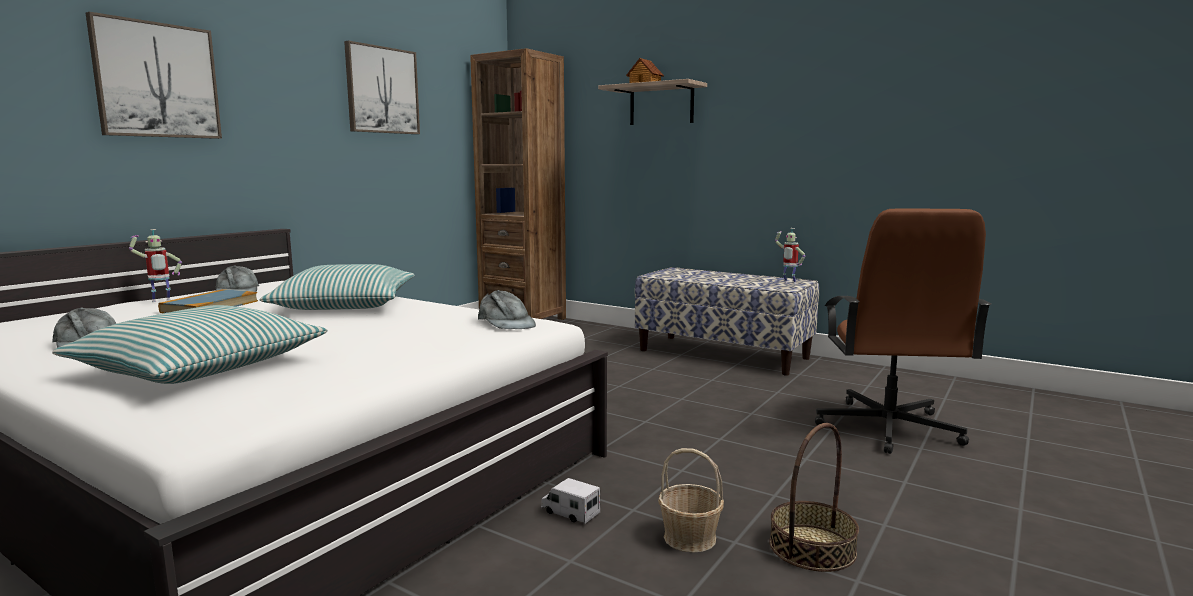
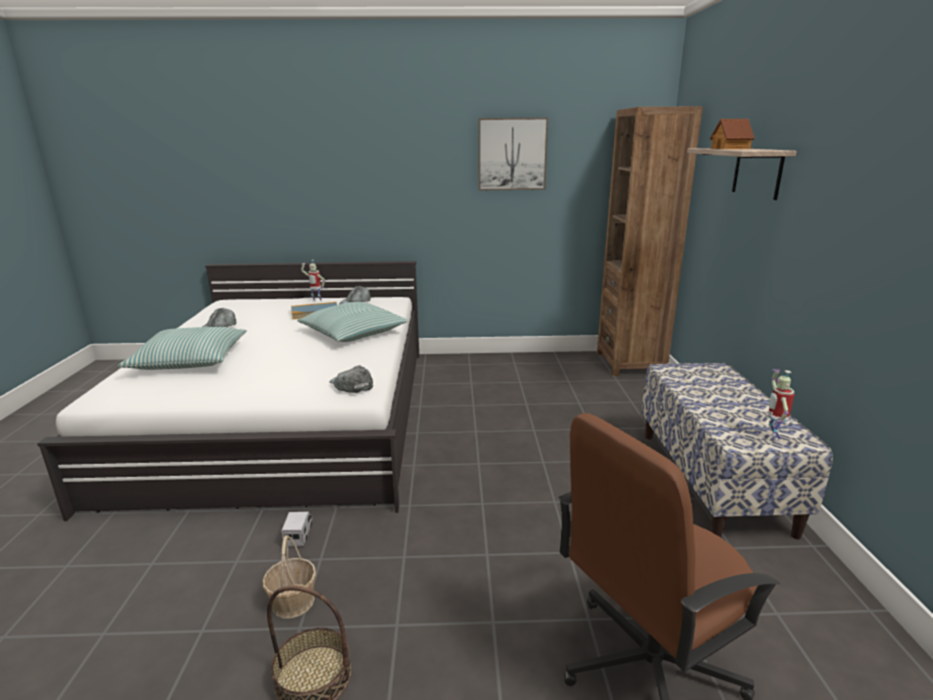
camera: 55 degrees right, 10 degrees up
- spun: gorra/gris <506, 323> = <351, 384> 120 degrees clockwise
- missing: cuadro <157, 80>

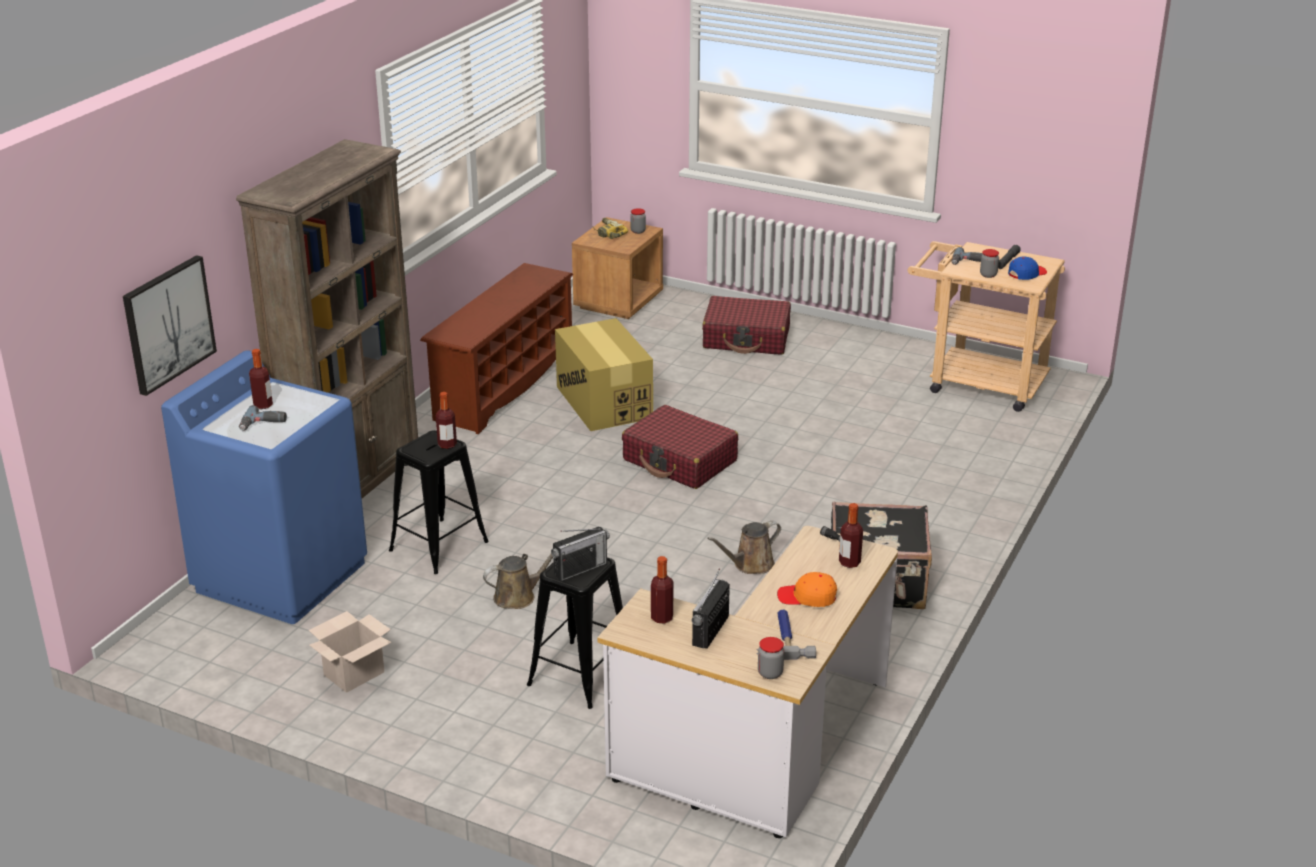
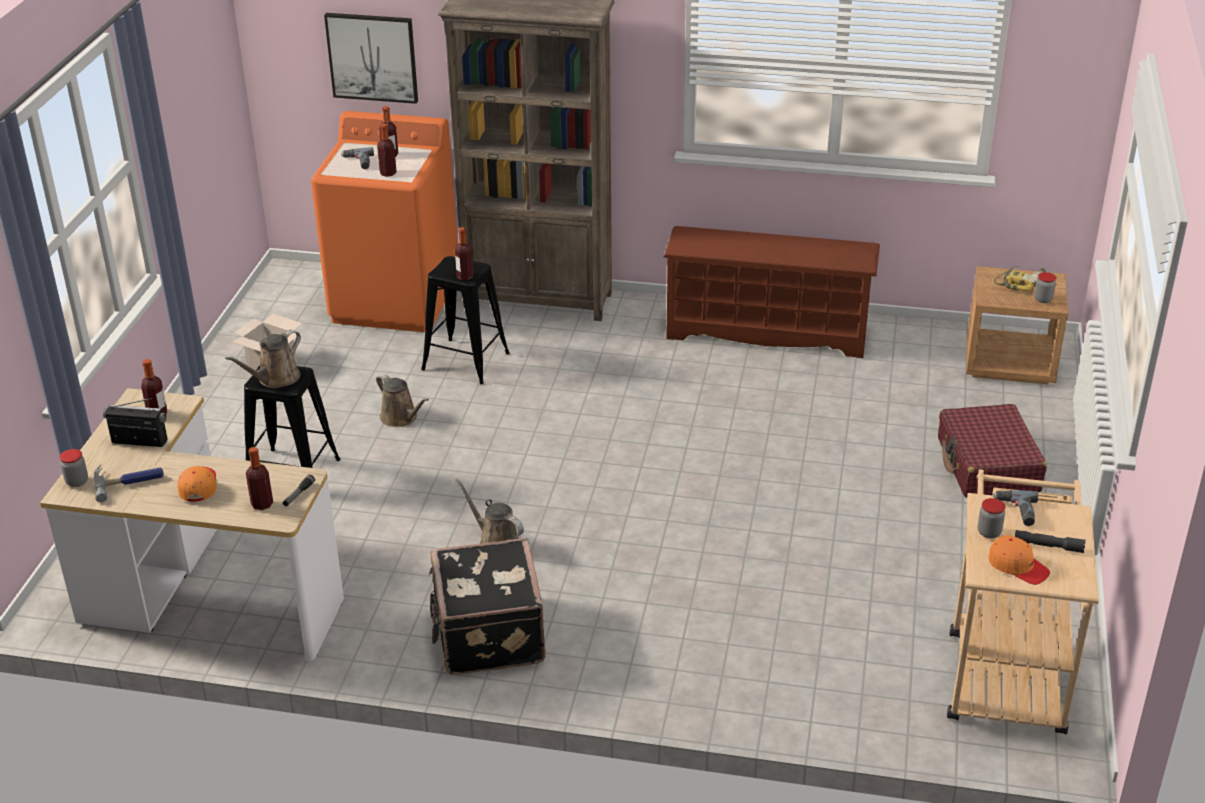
camera: 75 degrees right, 5 degrees up
- exchanged: radio <580, 569> to regadera/marrón <275, 379>
- colour: lavadora/azul <282, 576> to lavadora/naranja <396, 301>
- appeared: botella <388, 173>
- colour: gorra/azul <1026, 274> to gorra/naranja <1017, 566>
- missing: caja de cartón <604, 402>
- missing: maleta/rojo <680, 461>

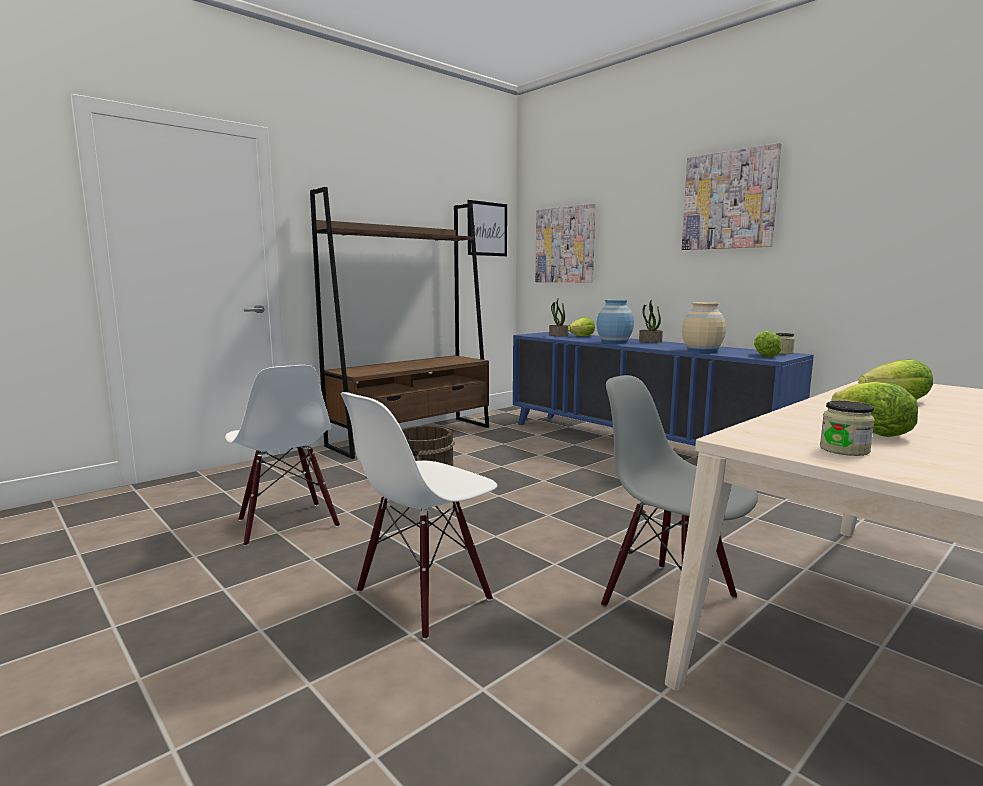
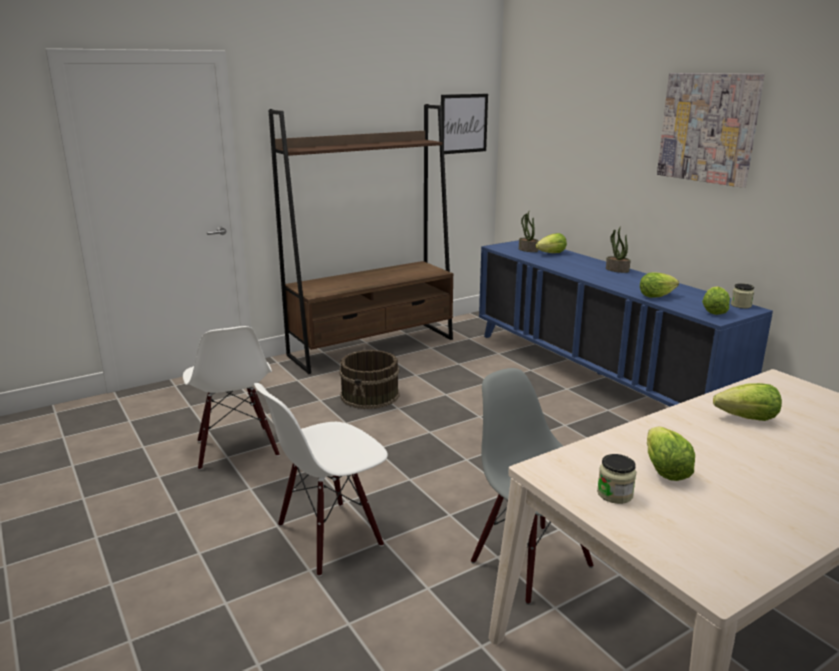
camera: 10 degrees right, 10 degrees up
- exchanged: florero/beis <702, 351> to lechuga <655, 296>
- missing: cuadro <565, 245>
- missing: florero/azul <614, 342>

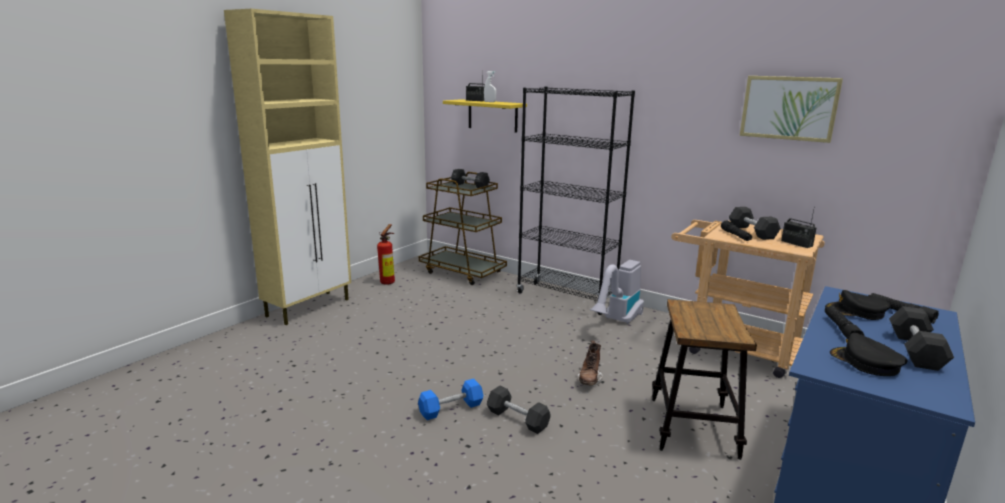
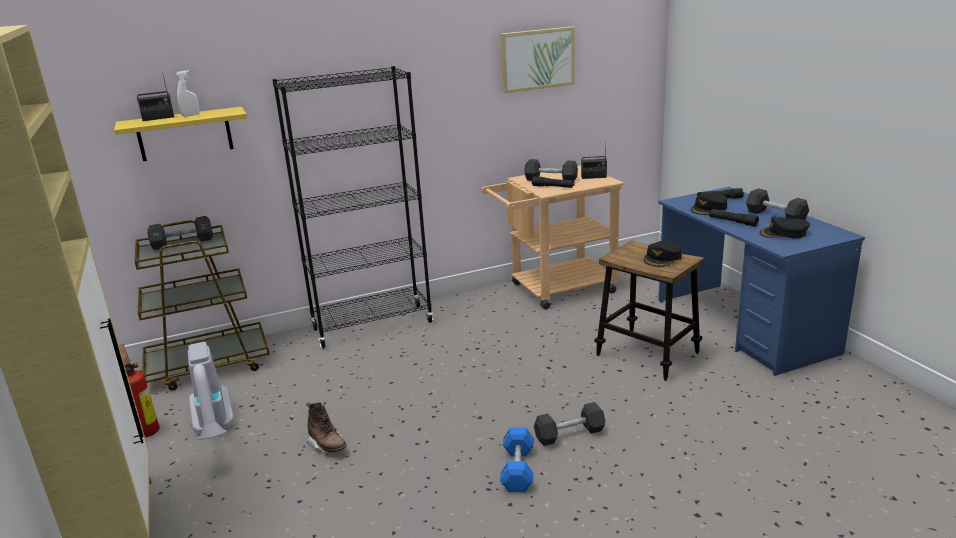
camera: 55 degrees left, 5 degrees up
- relocated: aspiradora <617, 321> to <216, 431>
- relocated: bota/marrón <589, 380> to <328, 445>
- appeared: gorra/negro <662, 258>

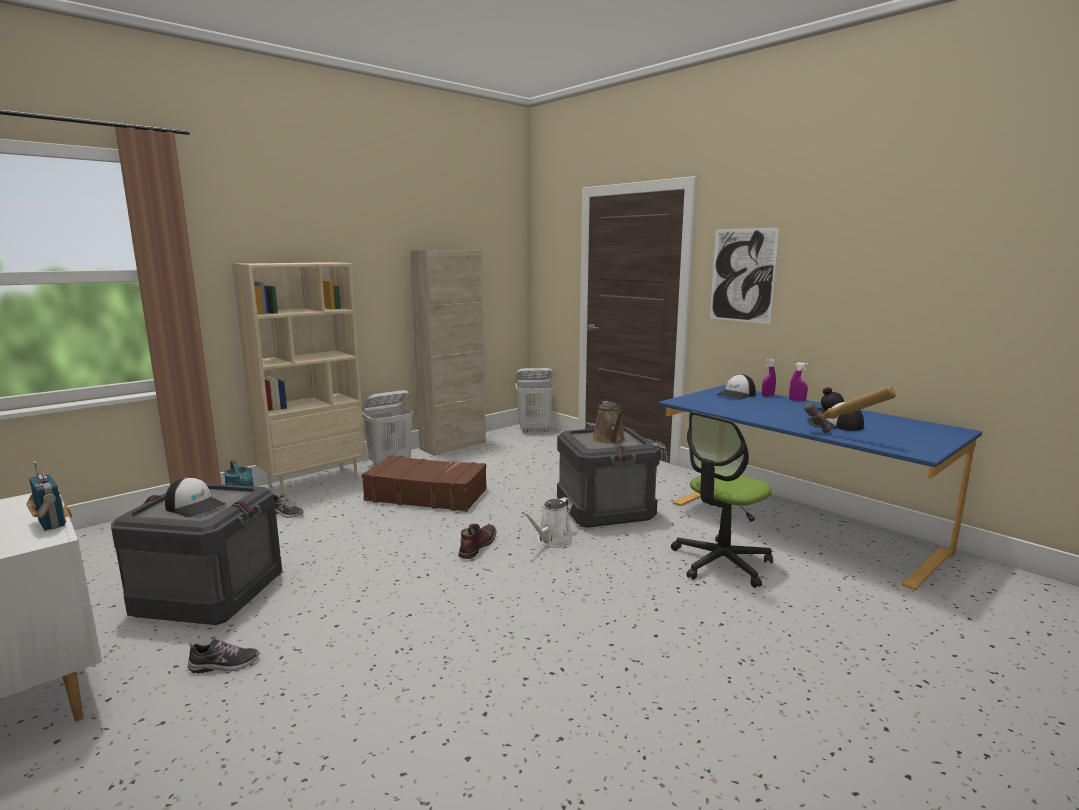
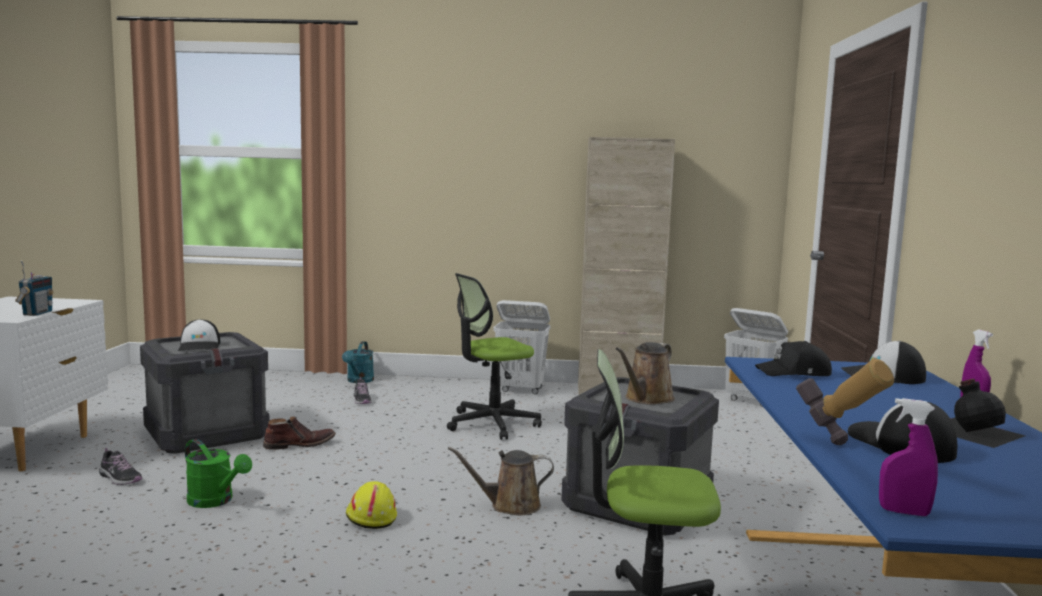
camera: 45 degrees right, 5 degrees down
- appeared: regadera/verde <215, 501>
- relocated: bota/marrón <477, 546> to <299, 444>
- appeared: casco/amarillo <370, 517>
- exchanged: maleta/marrón <426, 495> to silla de oficina <492, 424>
- colour: regadera/blanco <552, 540> to regadera/marrón <510, 506>
- appeared: gorra/negro <794, 373>
- relocated: pulverizador/morado <767, 396> to <904, 512>
- missing: estantería/beis <314, 482>
- missing: cuadro <742, 275>

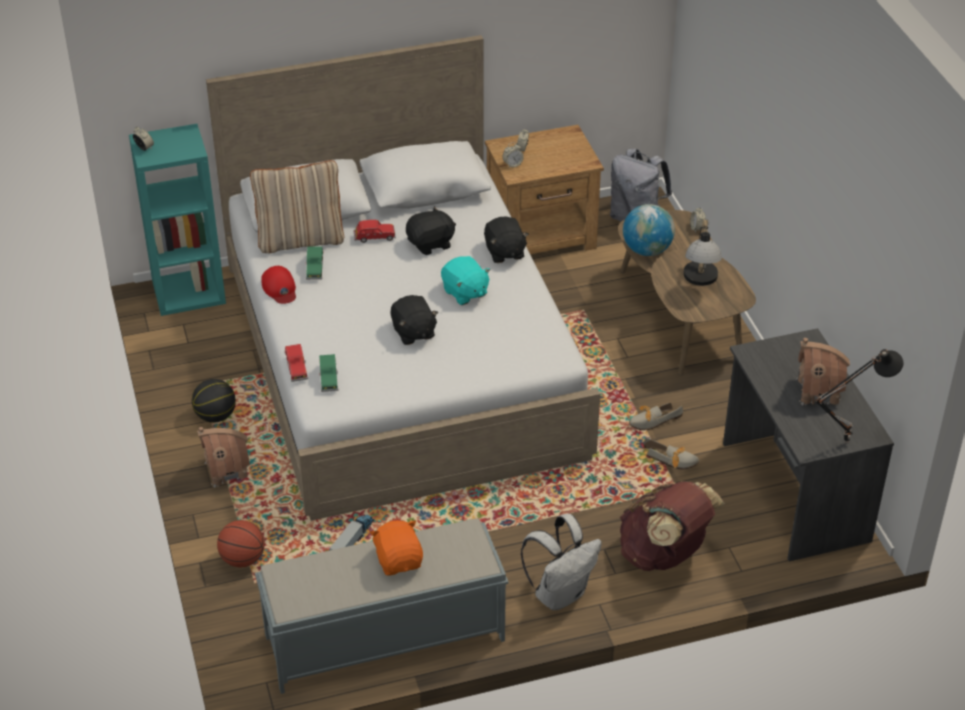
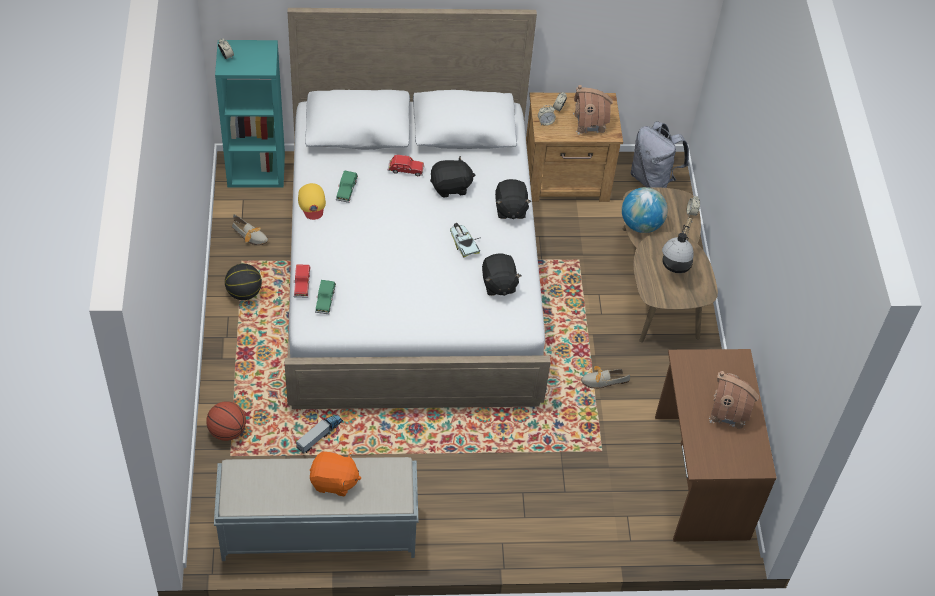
camera: 10 degrees right, 10 degrees up
- relocated: zapato <673, 460> to <251, 236>
- colour: gorra/rojo <280, 288> to gorra/amarillo <312, 203>
- spun: peluche/naranja <399, 560> = <334, 482> 105 degrees clockwise
- exchanged: peluche/turquesa <465, 292> to coche de juguete <464, 242>
- relocated: peluche/negro <413, 332> to <498, 284>
- relocated: casita <226, 470> to <589, 123>
- colour: escritorio/gris <793, 492> to escritorio/marrón <699, 477>
- missing: cojín/beis <300, 239>
- missing: mochila/blanco <560, 593>
- missing: mochila/marrón <664, 554>
- missing: lámpara de mesa/negro <846, 440>

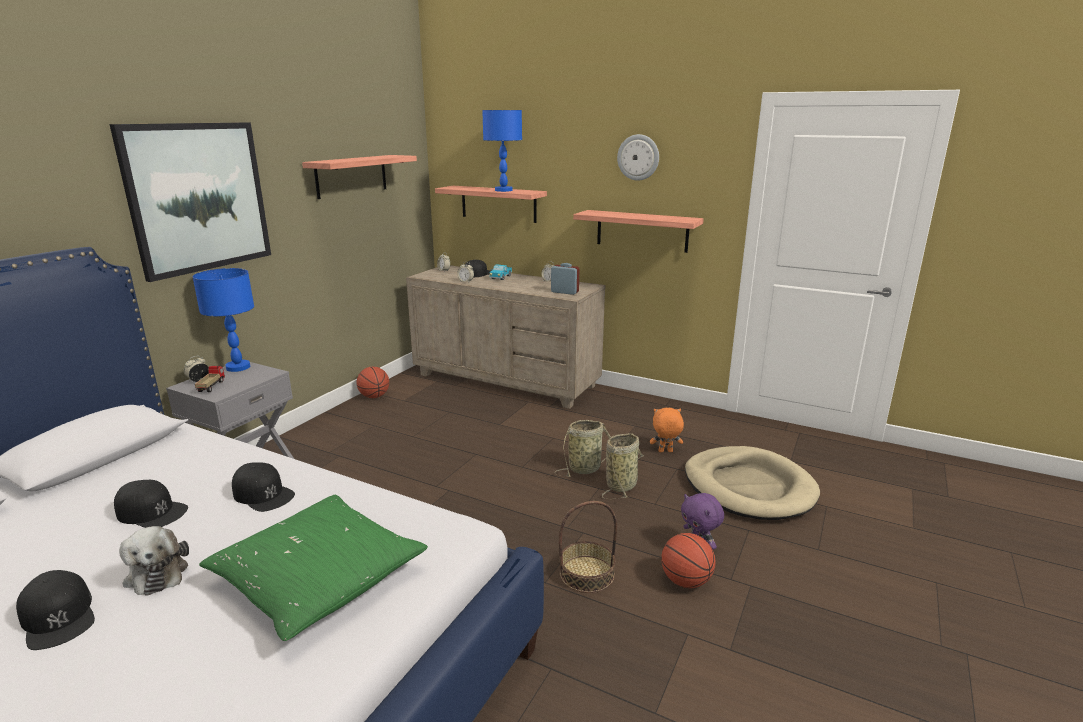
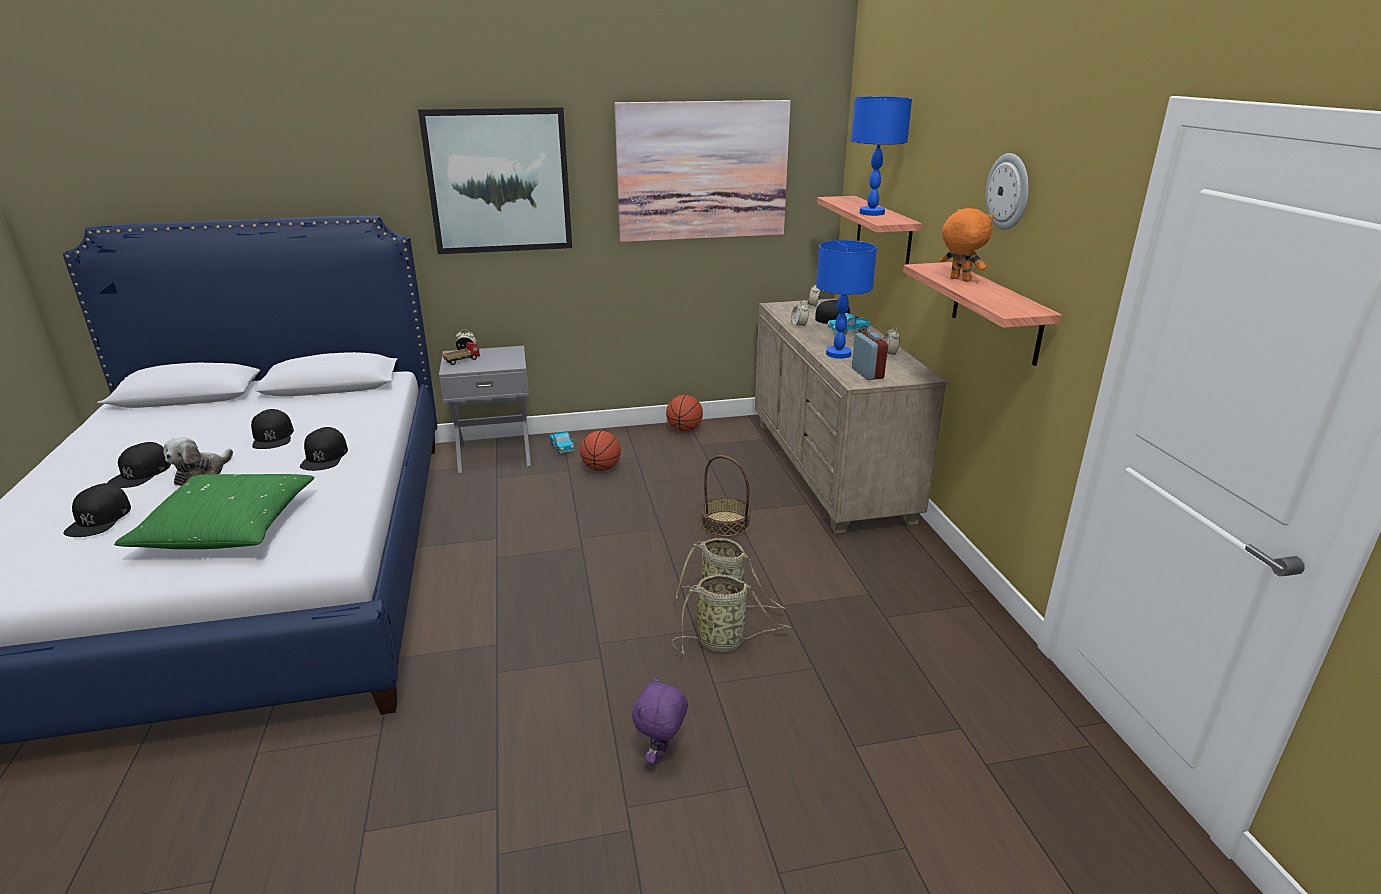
camera: 50 degrees right, 5 degrees up
- appeared: gorra/negro <99, 518>
- appeared: camión de juguete <562, 448>
- relocated: balón de baloncesto <685, 581> to <601, 468>
- exchanged: estante <351, 176> to cuadro <702, 171>
- relocated: cesta <587, 574> to <725, 523>
- relocated: lámpara de mesa/azul <238, 367> to <838, 354>
- relocated: peluche/naranja <665, 452> to <959, 280>
- missing: cama para perro/beis <748, 487>

